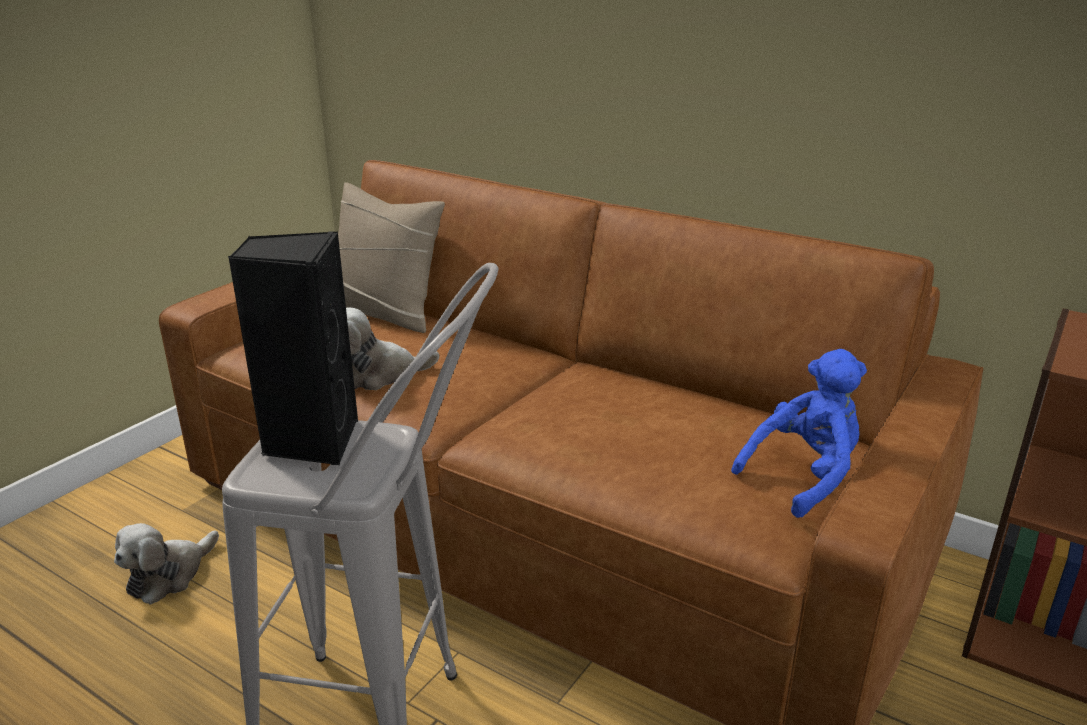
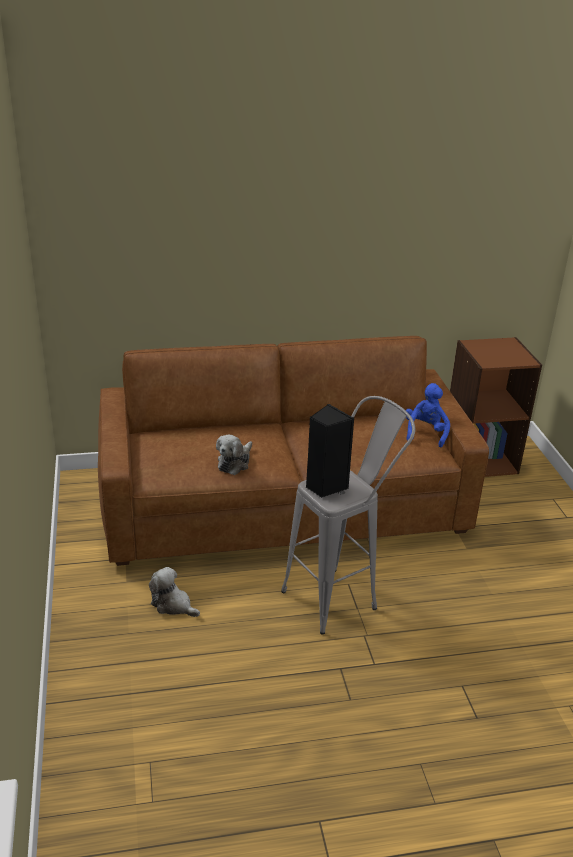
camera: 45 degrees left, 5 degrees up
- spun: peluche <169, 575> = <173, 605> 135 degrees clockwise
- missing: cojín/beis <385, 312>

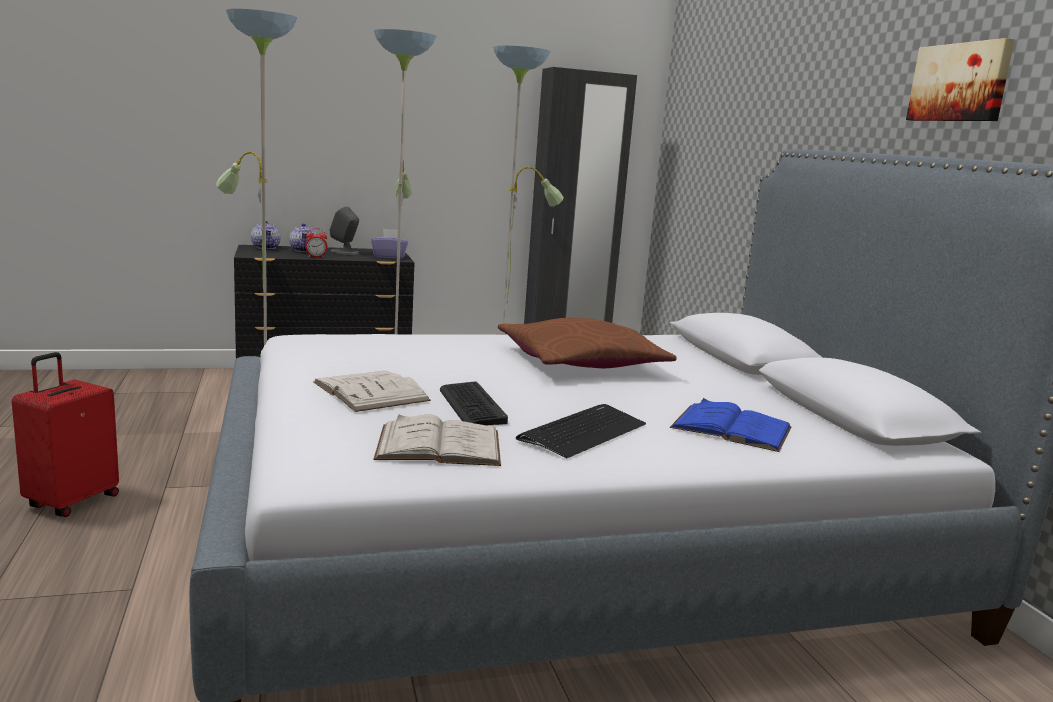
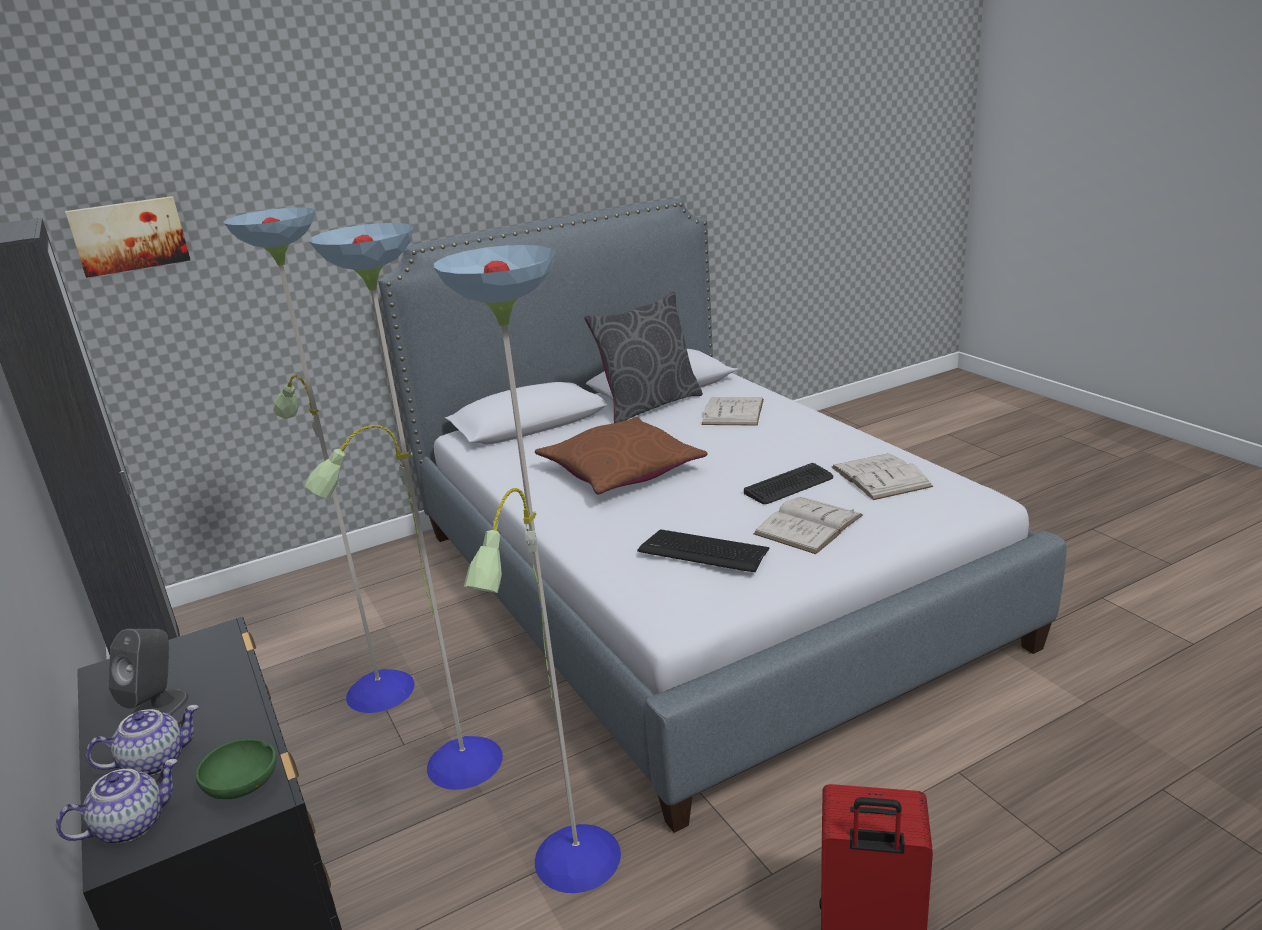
camera: 100 degrees left, 10 degrees up
- relocated: cuadro <960, 82> to <129, 235>
- appeared: cuenco/verde <245, 787>
- appeared: cojín/gris <649, 405>
- relocated: teclado <583, 432> to <703, 552>
- colour: libro/azul <731, 427> to libro/blanco <733, 412>
- missing: despertador <316, 257>
- missing: caja de pañuelos/morado <389, 257>

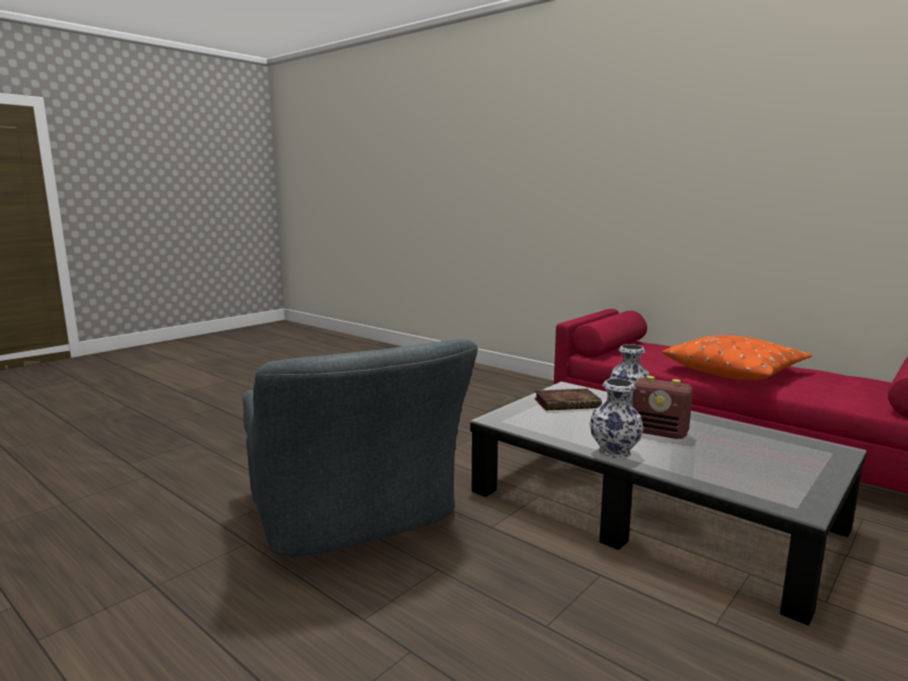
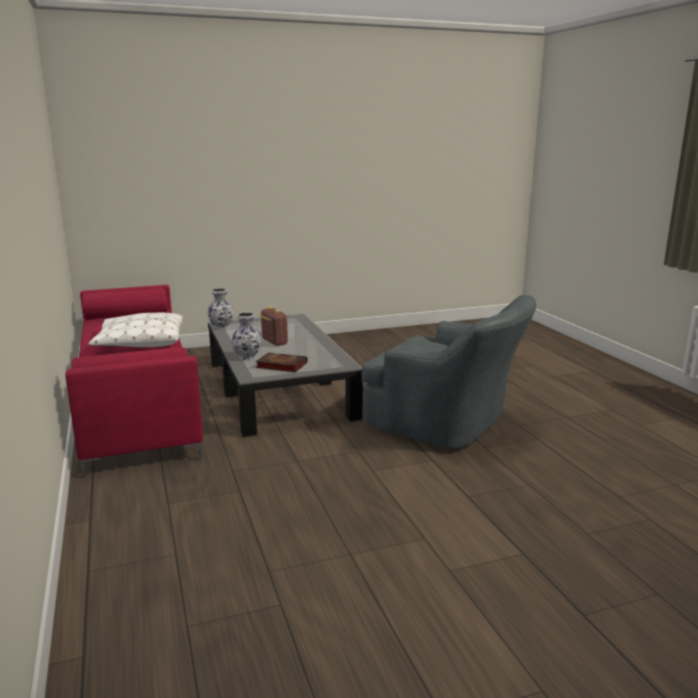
camera: 150 degrees left, 5 degrees up
- colour: cojín/naranja <734, 370> to cojín/blanco <140, 343>
- relocated: florero <615, 453> to <221, 327>
- spun: sillón/gris <355, 516> = <448, 423> 120 degrees clockwise

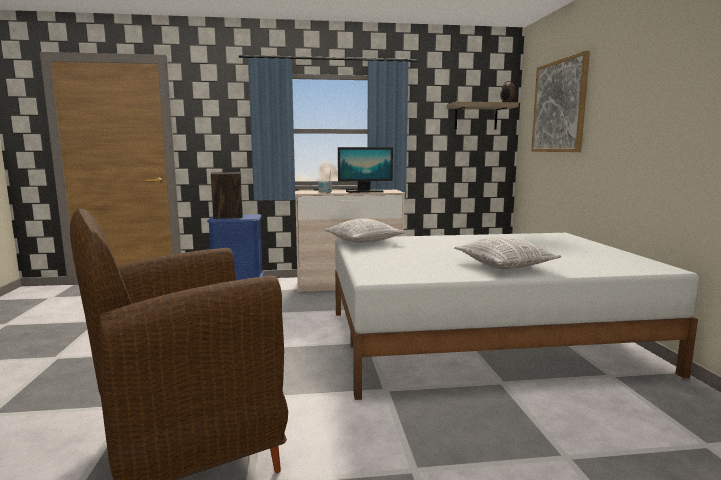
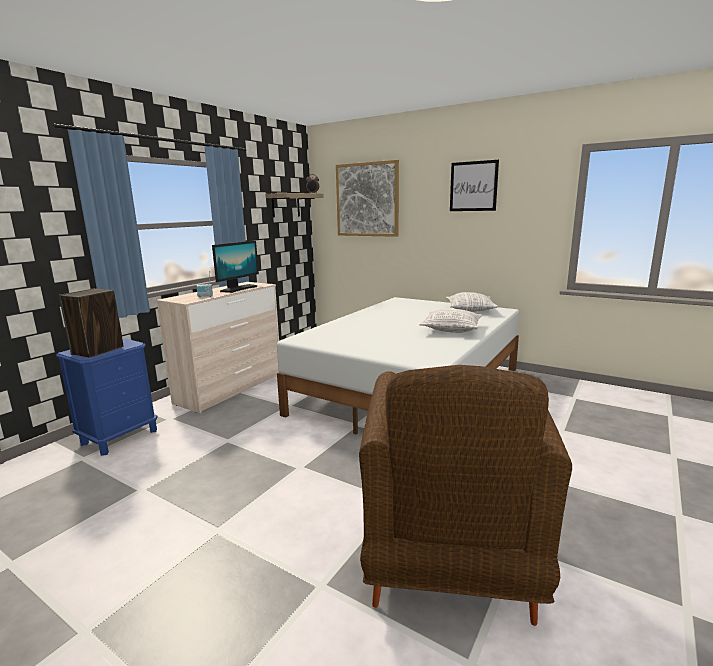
camera: 50 degrees left, 5 degrees up
- relocated: cojín <363, 241> to <470, 310>
- appeared: cuadro <473, 186>

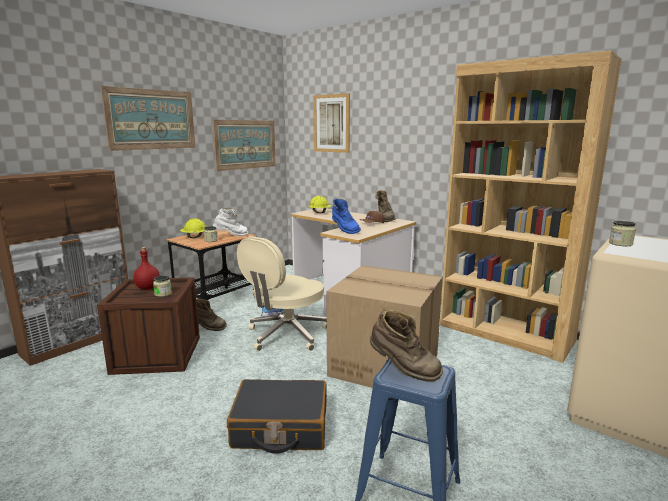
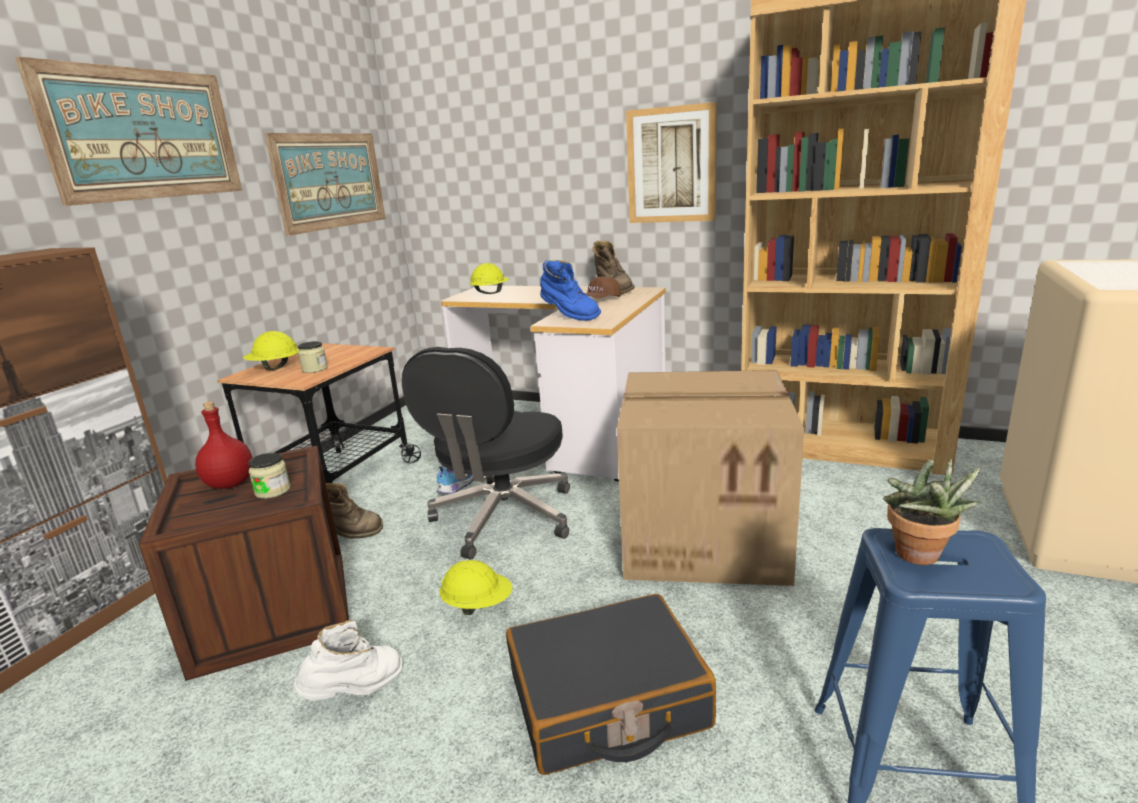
camera: 15 degrees left, 5 degrees up
- relocated: bota/blanco <231, 236> to <357, 693>
- colour: silla de oficina/beis <286, 335> to silla de oficina/negro <503, 518>
- appeared: casco/amarillo <478, 605>
- relocated: cuadro <331, 123> to <671, 165>
- exchanged: bota/marrón <403, 370> to planta en maceta <920, 558>
- missing: tarro <620, 244>

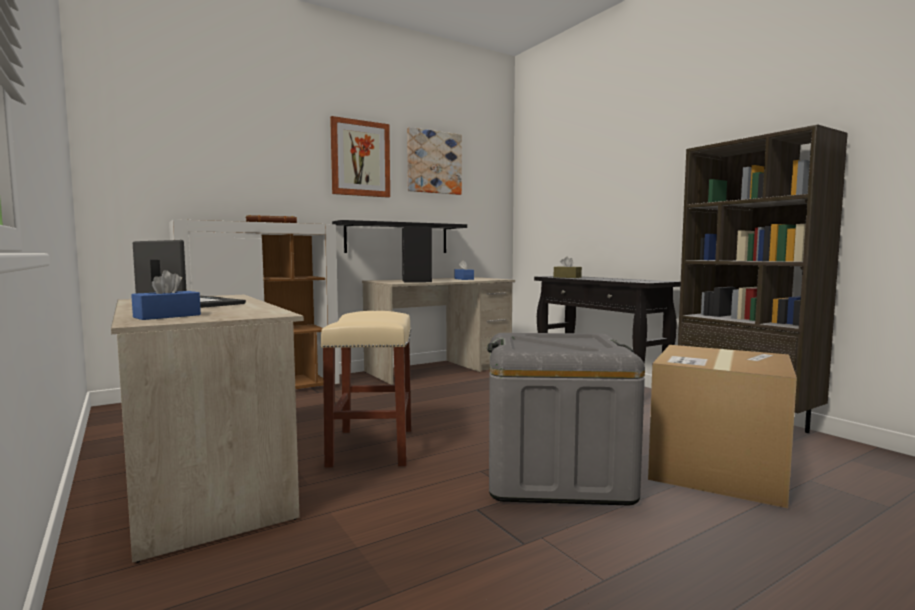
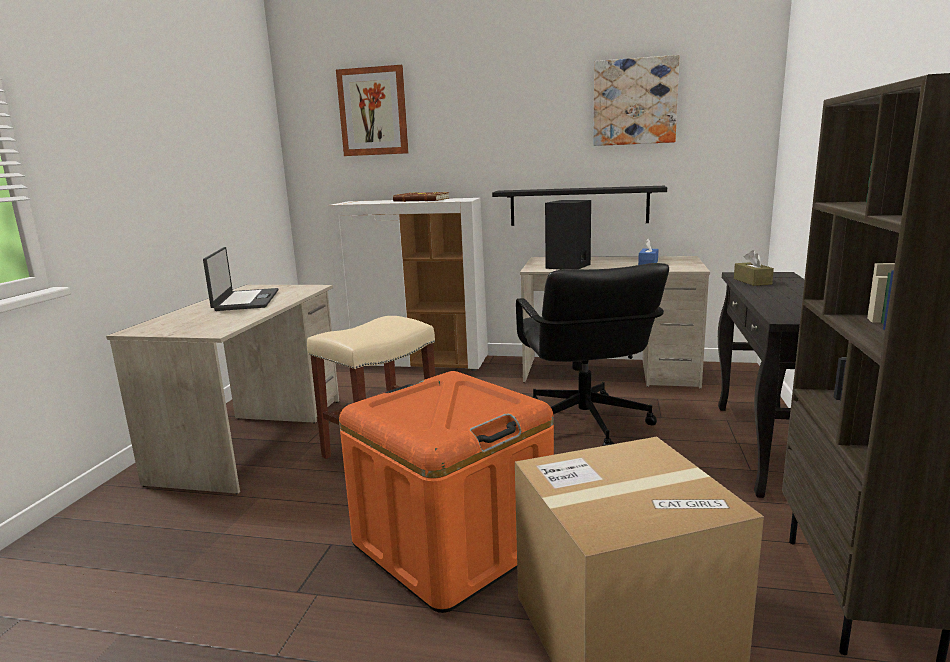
camera: 45 degrees right, 10 degrees up
- relocated: cuadro <360, 158> to <373, 112>
- colour: caja de almacenaje/gris <556, 473> to caja de almacenaje/naranja <452, 544>
- appeared: silla de oficina/negro <584, 424>
- missing: caja de pañuelos/azul <167, 316>

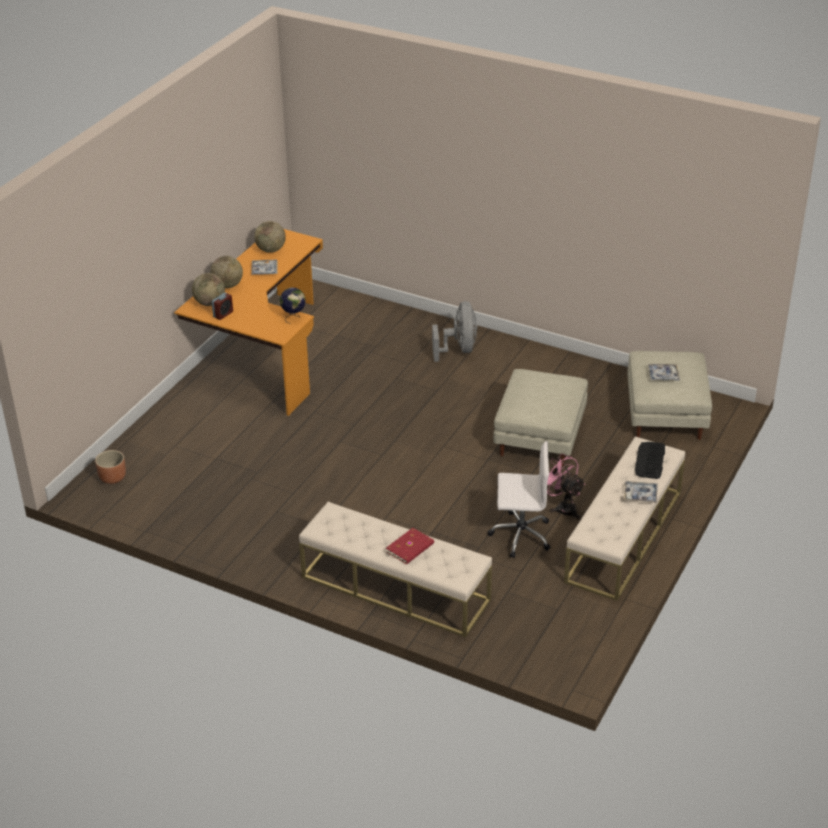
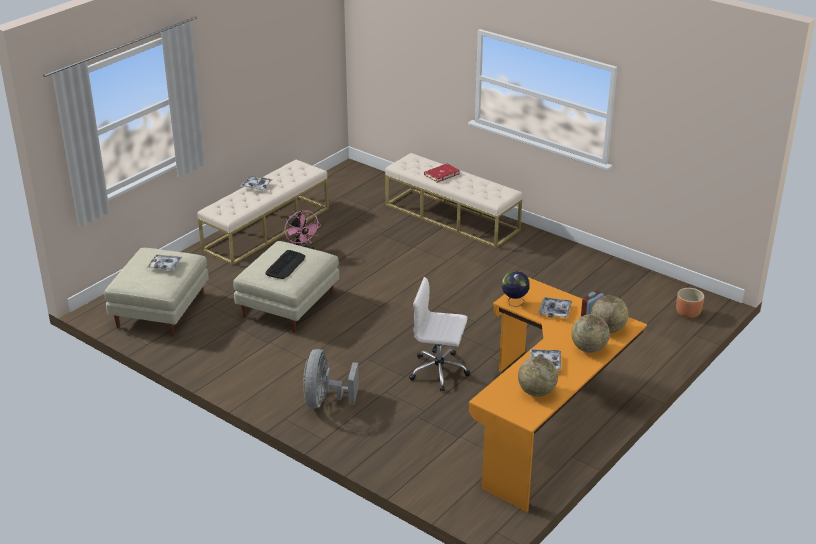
camera: 170 degrees left, 5 degrees down
- relocated: teclado <650, 460> to <285, 265>
- relocated: silla de oficina/blanco <520, 535> to <440, 371>
- appeared: bandeja <555, 311>

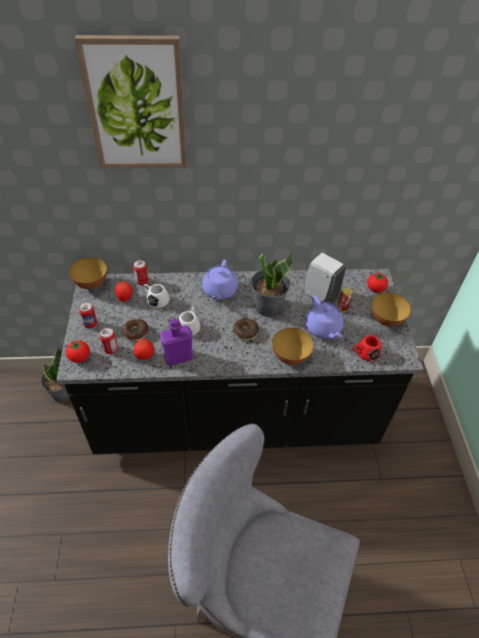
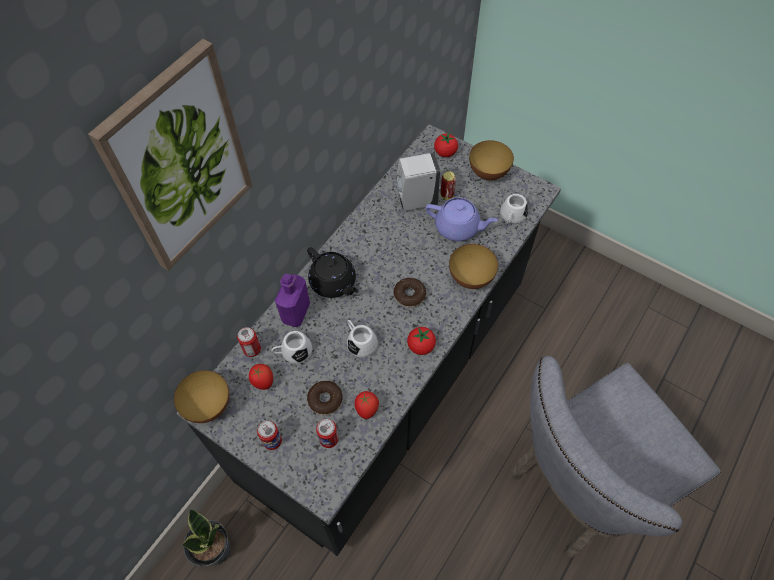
camera: 50 degrees left, 10 degrees up
- relocated: botella/morado <178, 357> to <296, 312>
- colour: tetera/morado <219, 291> to tetera/negro <333, 283>
- relocated: tomate <80, 357> to <421, 346>
- colour: taza grande/rojo <364, 353> to taza grande/blanco <512, 216>
- missing: planta en maceta <267, 306>

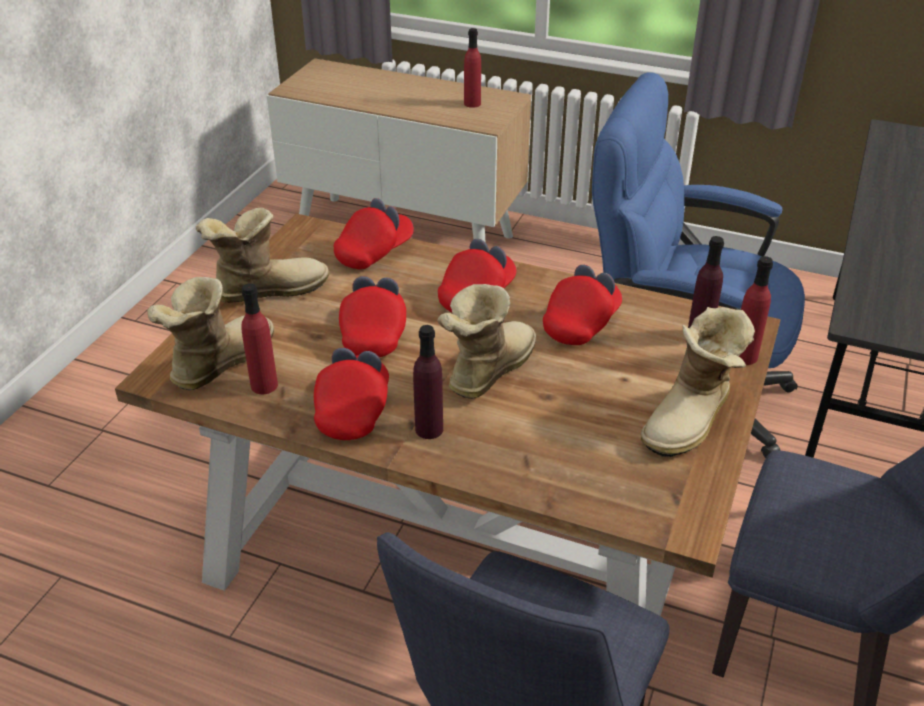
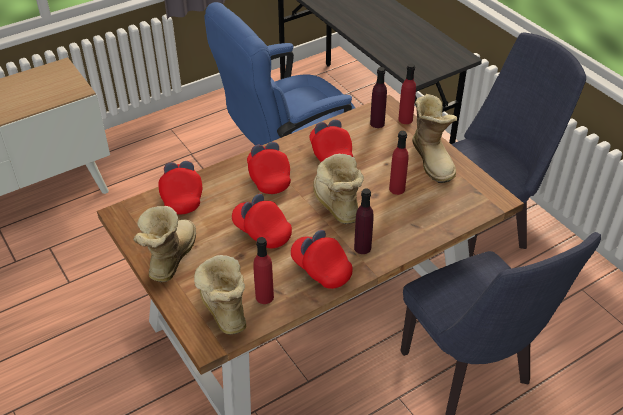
camera: 55 degrees left, 5 degrees up
- relocated: botella/rojo <472, 103> to <397, 189>

